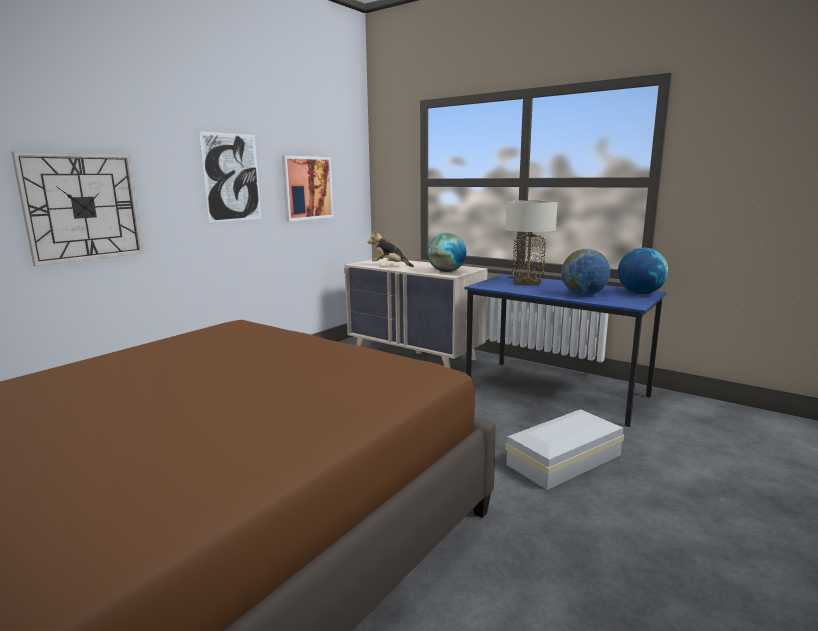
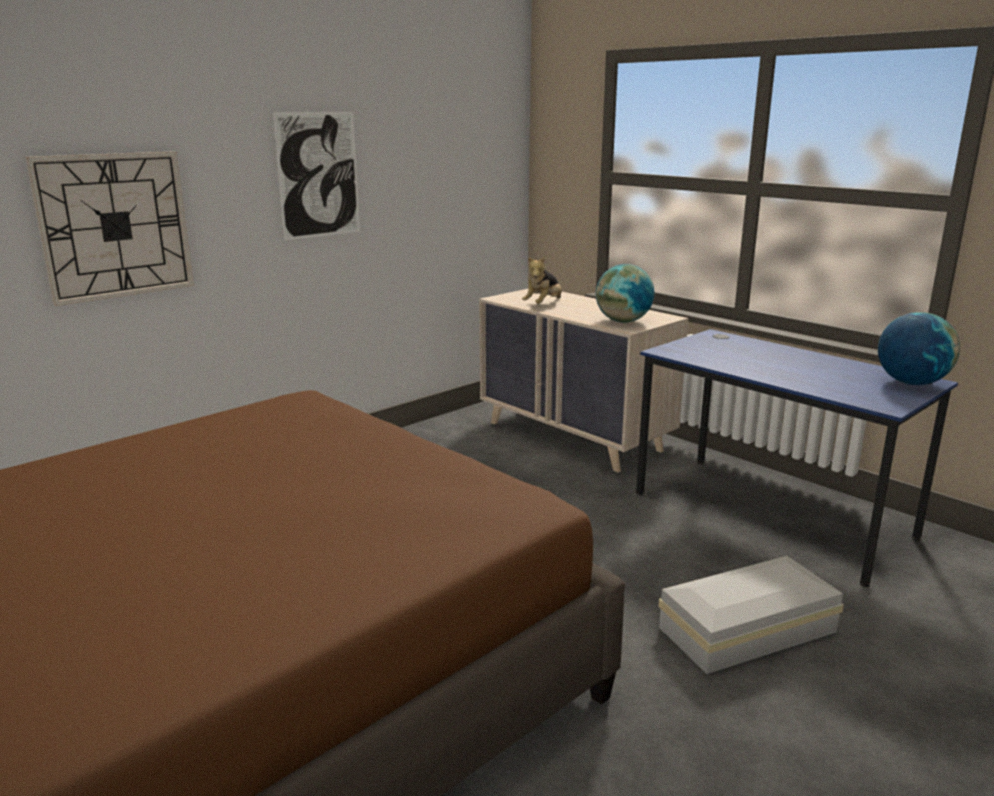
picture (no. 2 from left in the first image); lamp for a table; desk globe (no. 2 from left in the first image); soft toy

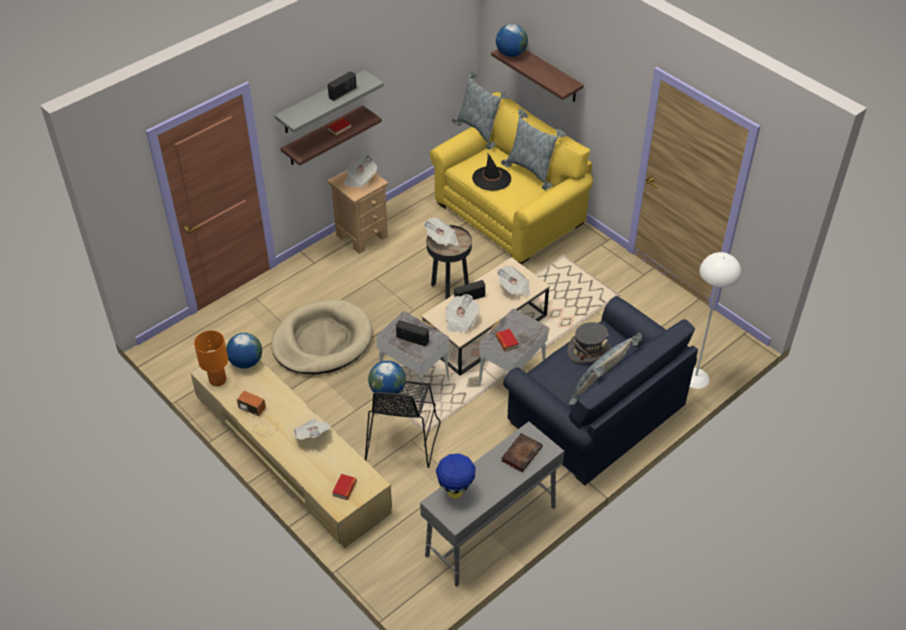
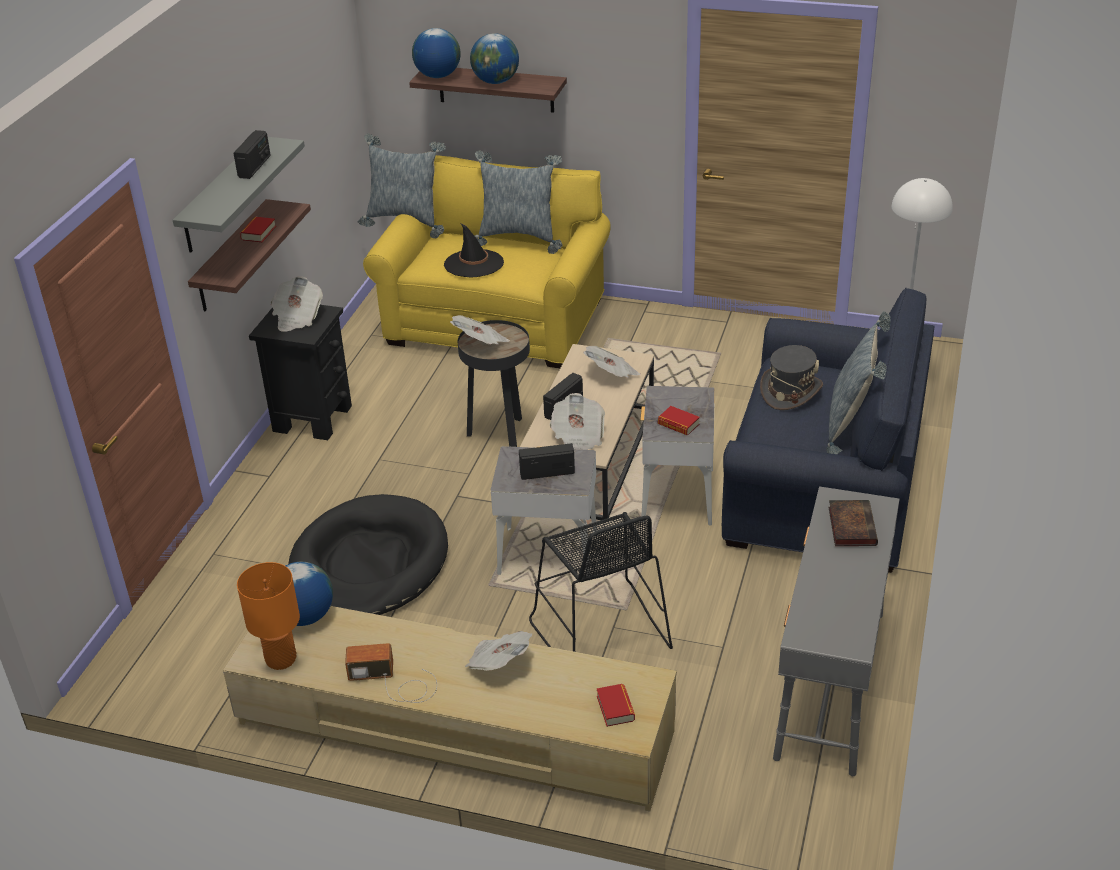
bluish lamp for a table; desk globe (no. 3 from left); black dog cushion; black bedside table

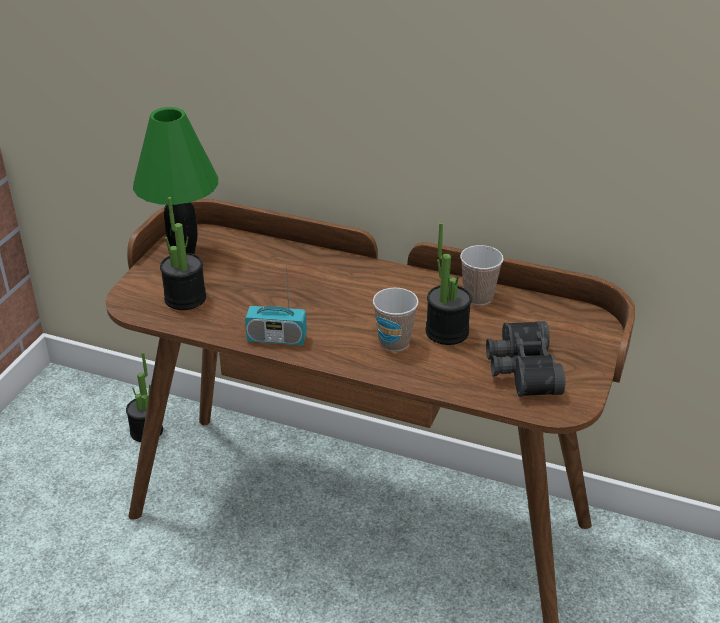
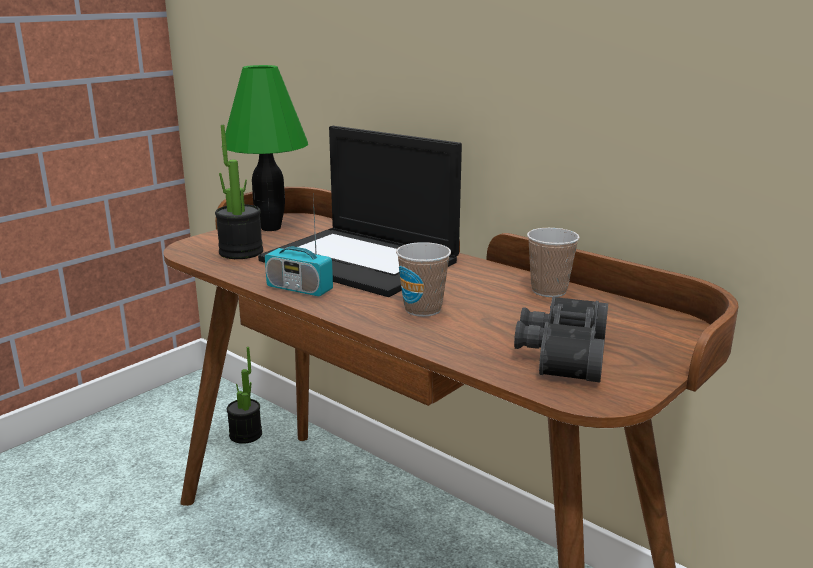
plant in a pot (no. 3 from left in the first image); laptop

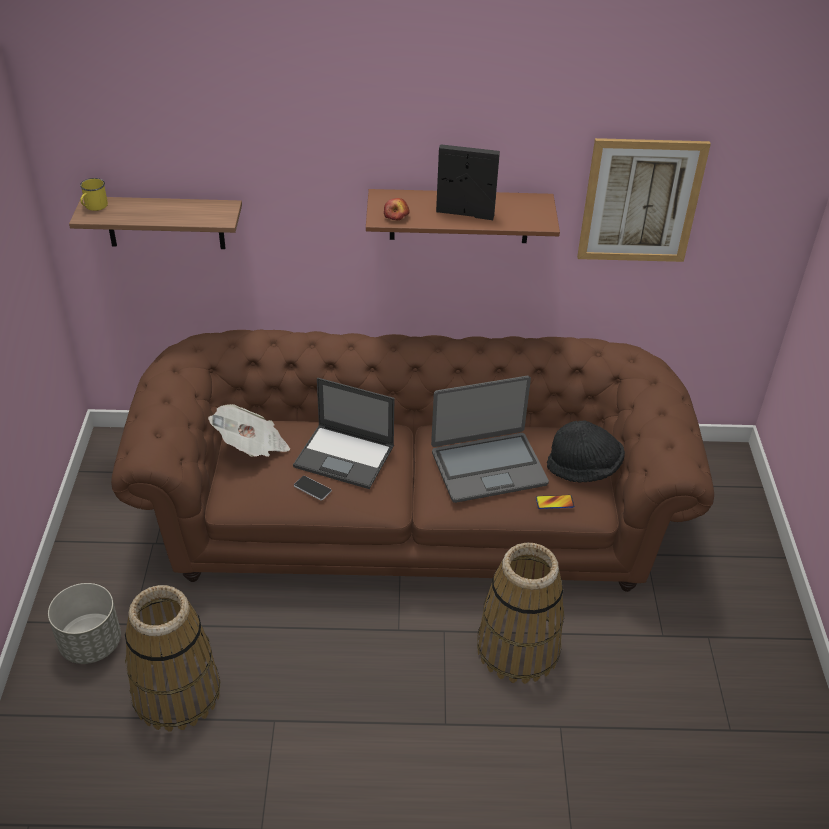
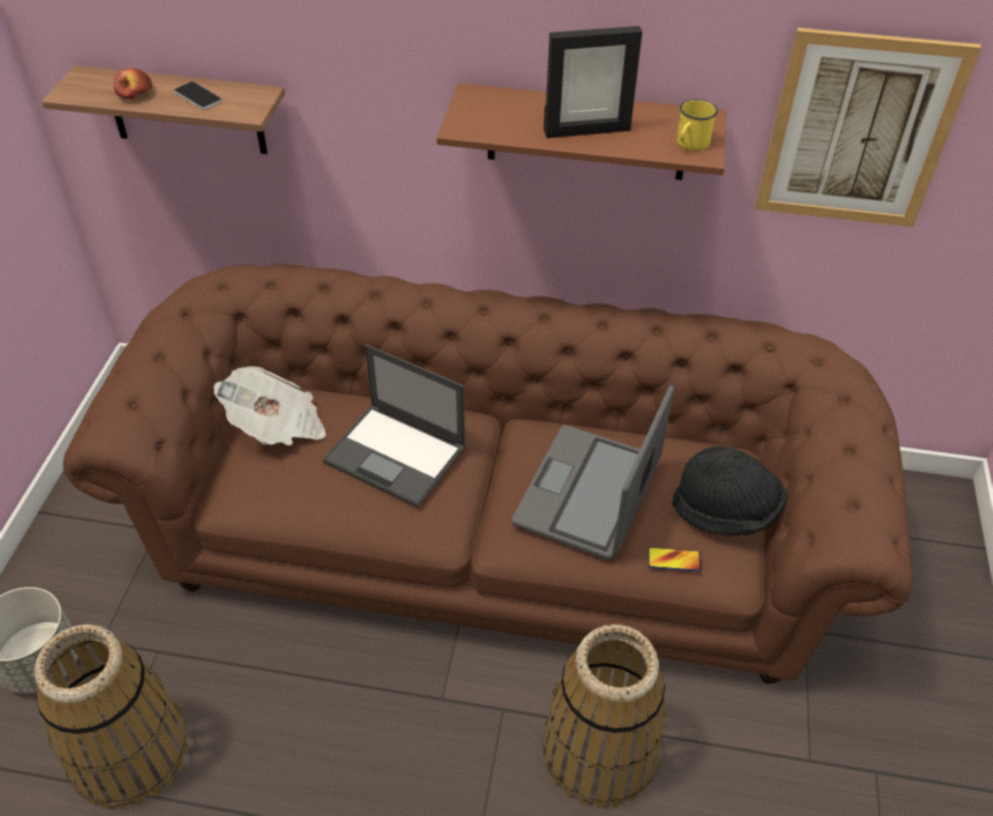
yellowish coffee mug; phone (no. 1 from left); whole apple; laptop (no. 2 from left); standing frame

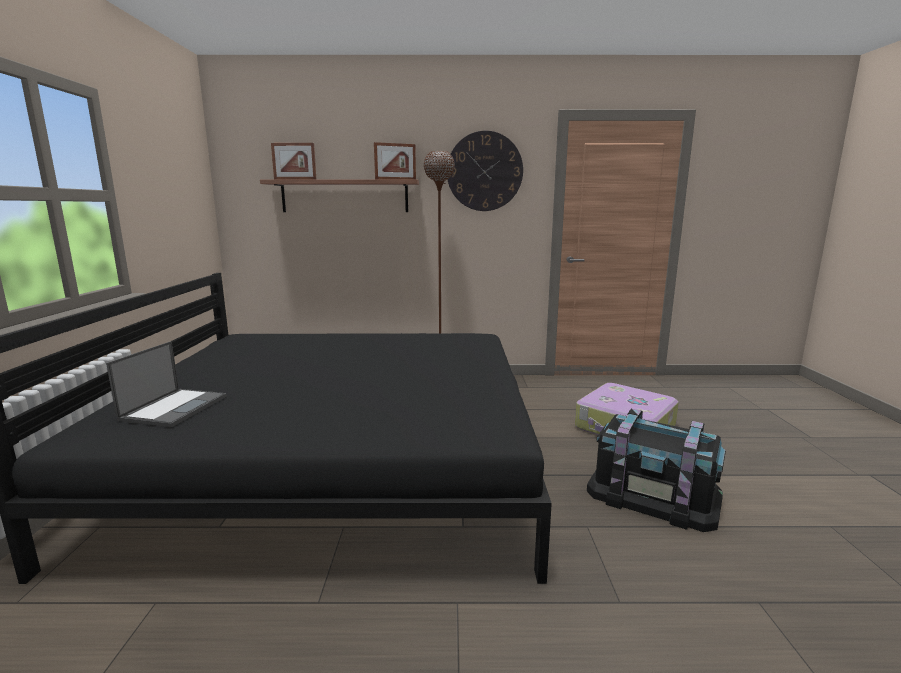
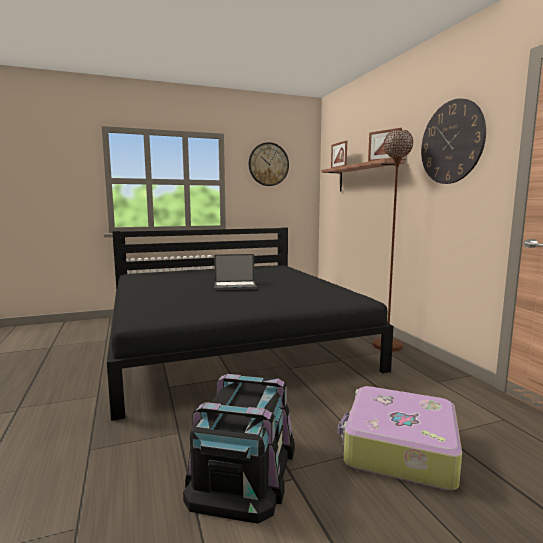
clock on the wall (no. 1 from left); laptop

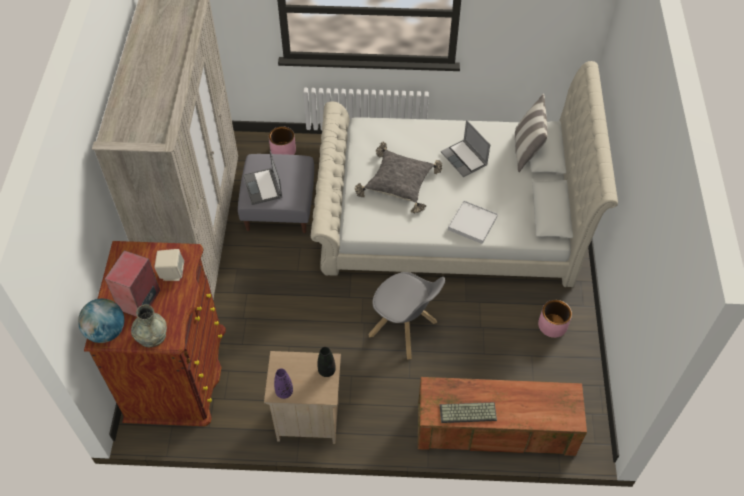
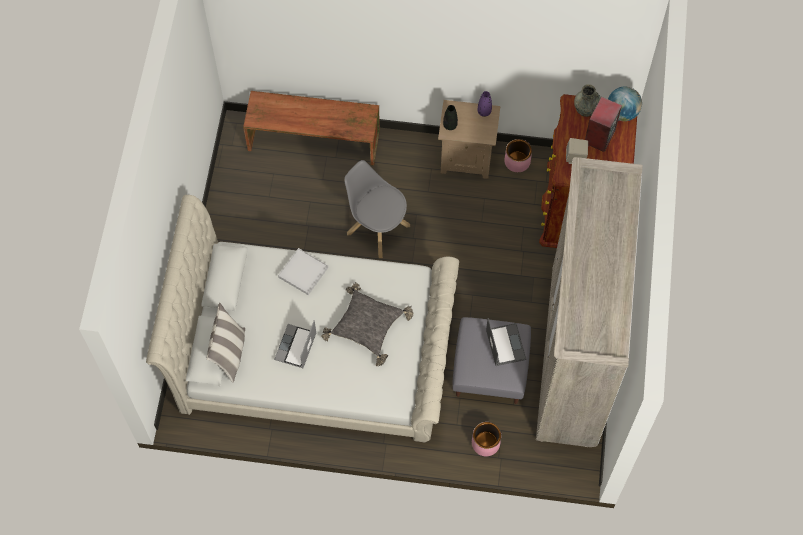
keyboard; pink-coloured plant pot (no. 2 from left); laptop (no. 1 from left)

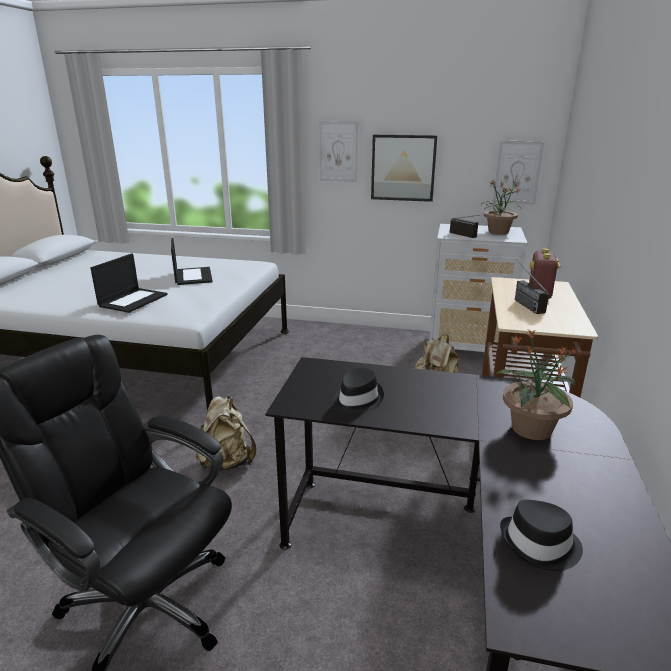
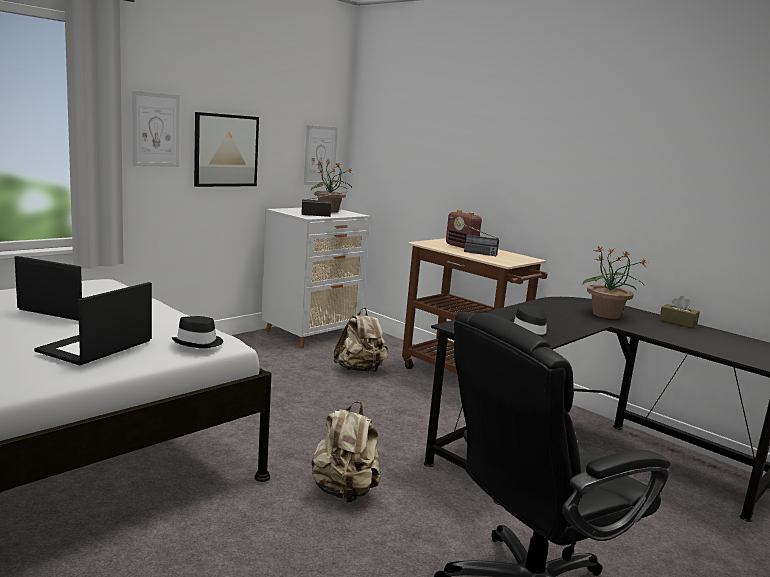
brown-coloured tissue box; black hat (no. 1 from left); laptop (no. 2 from left)

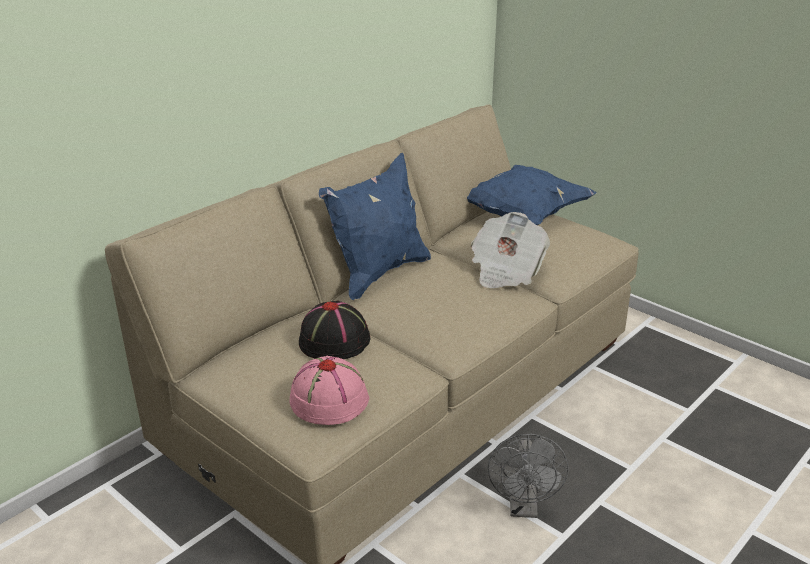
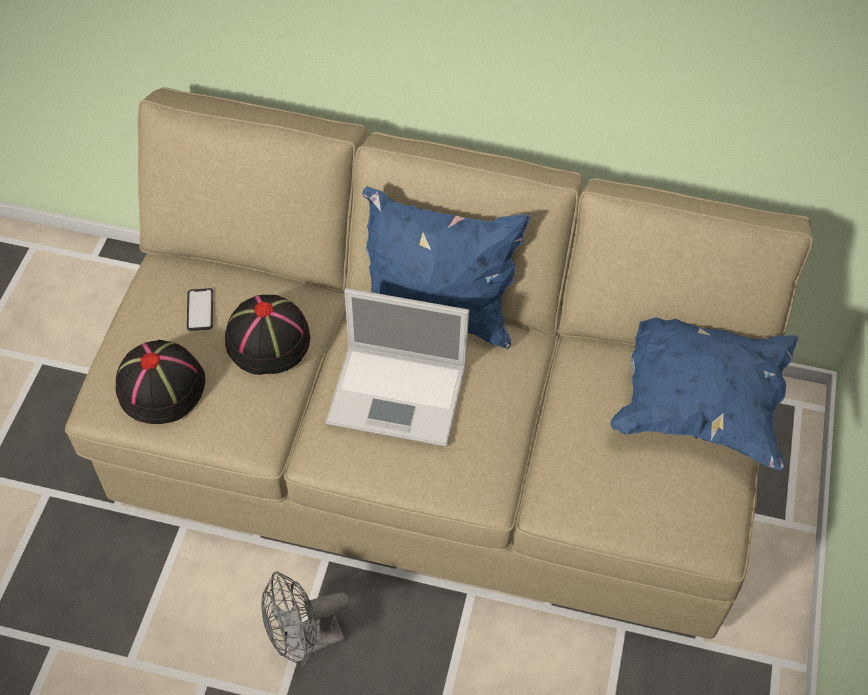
daily paper; phone; laptop; black hat (no. 1 from left)

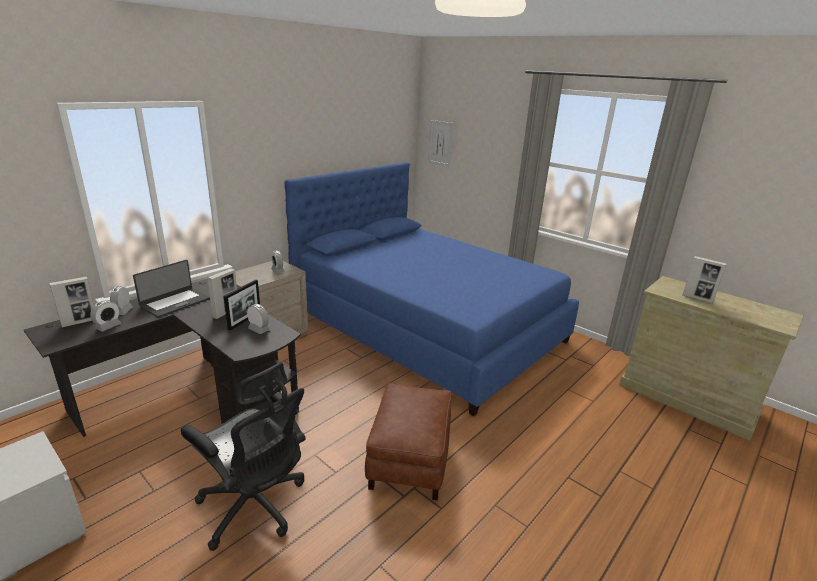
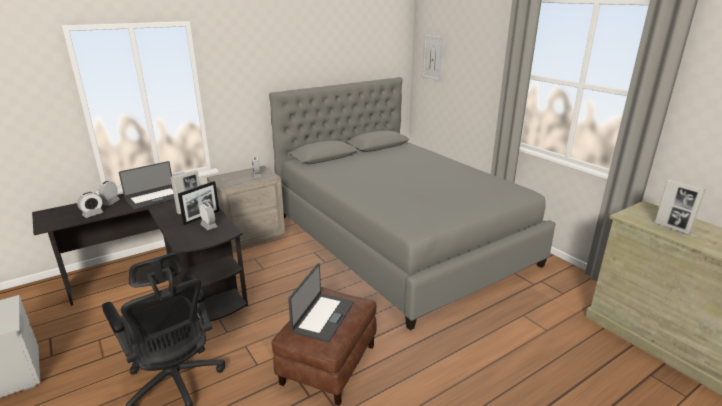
standing frame (no. 1 from left in the first image); laptop (no. 2 from left); gray bed

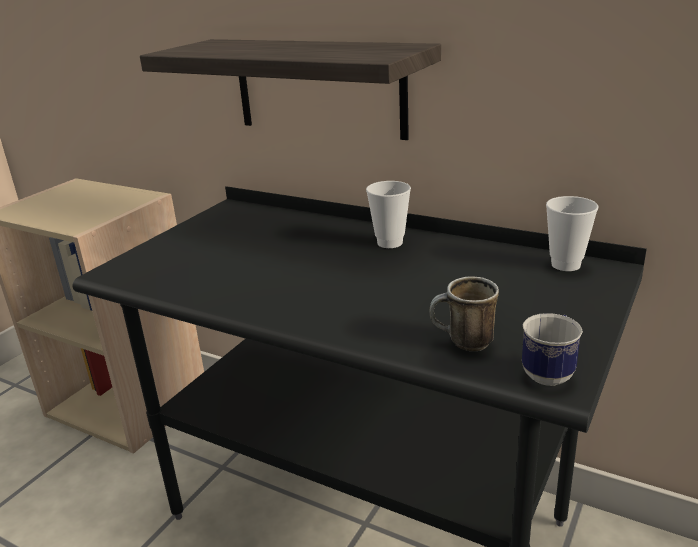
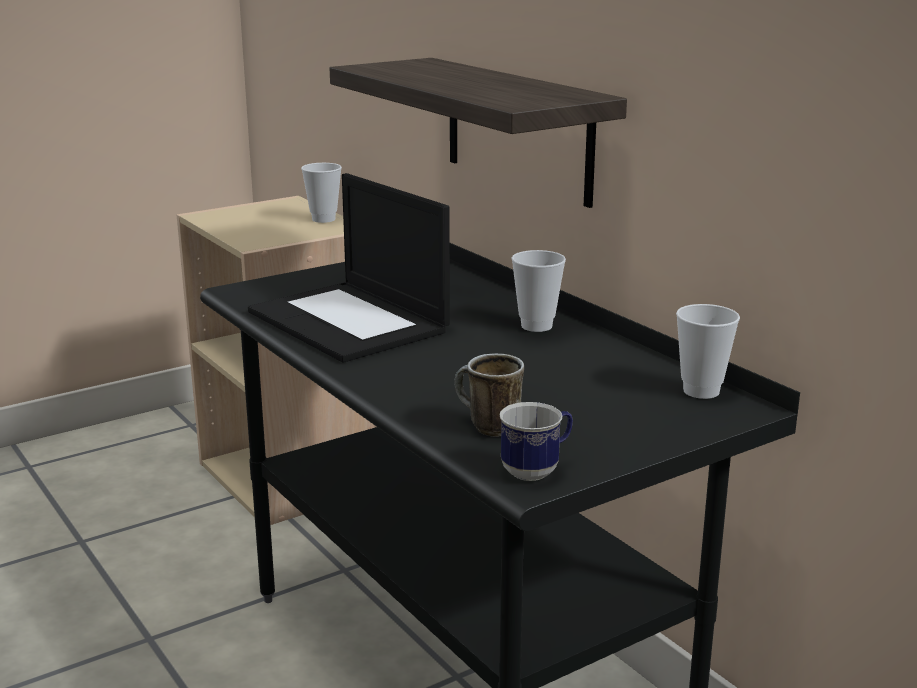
laptop; small cup (no. 1 from left)

